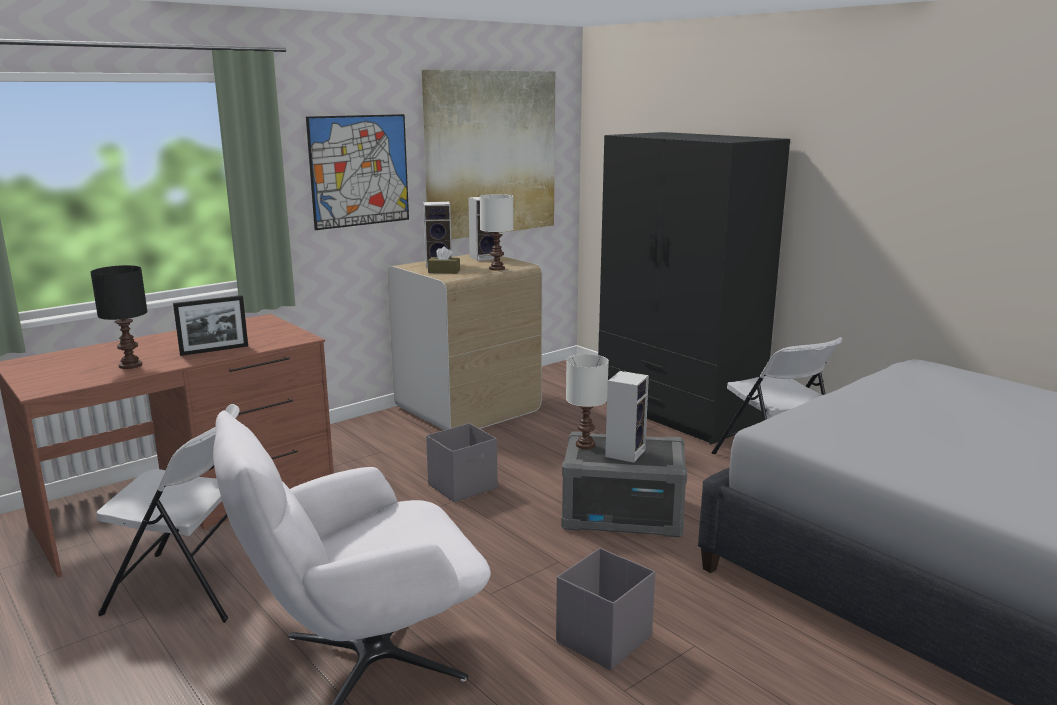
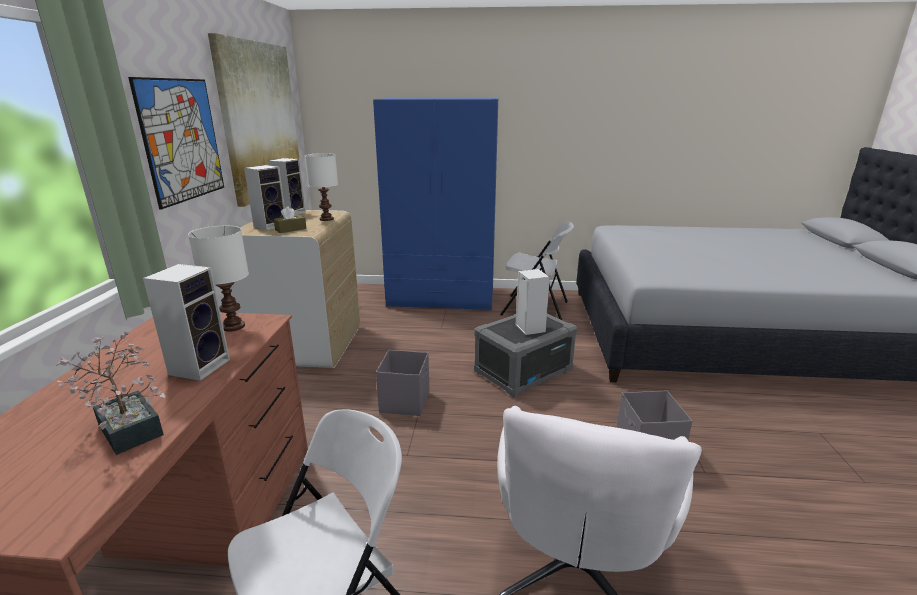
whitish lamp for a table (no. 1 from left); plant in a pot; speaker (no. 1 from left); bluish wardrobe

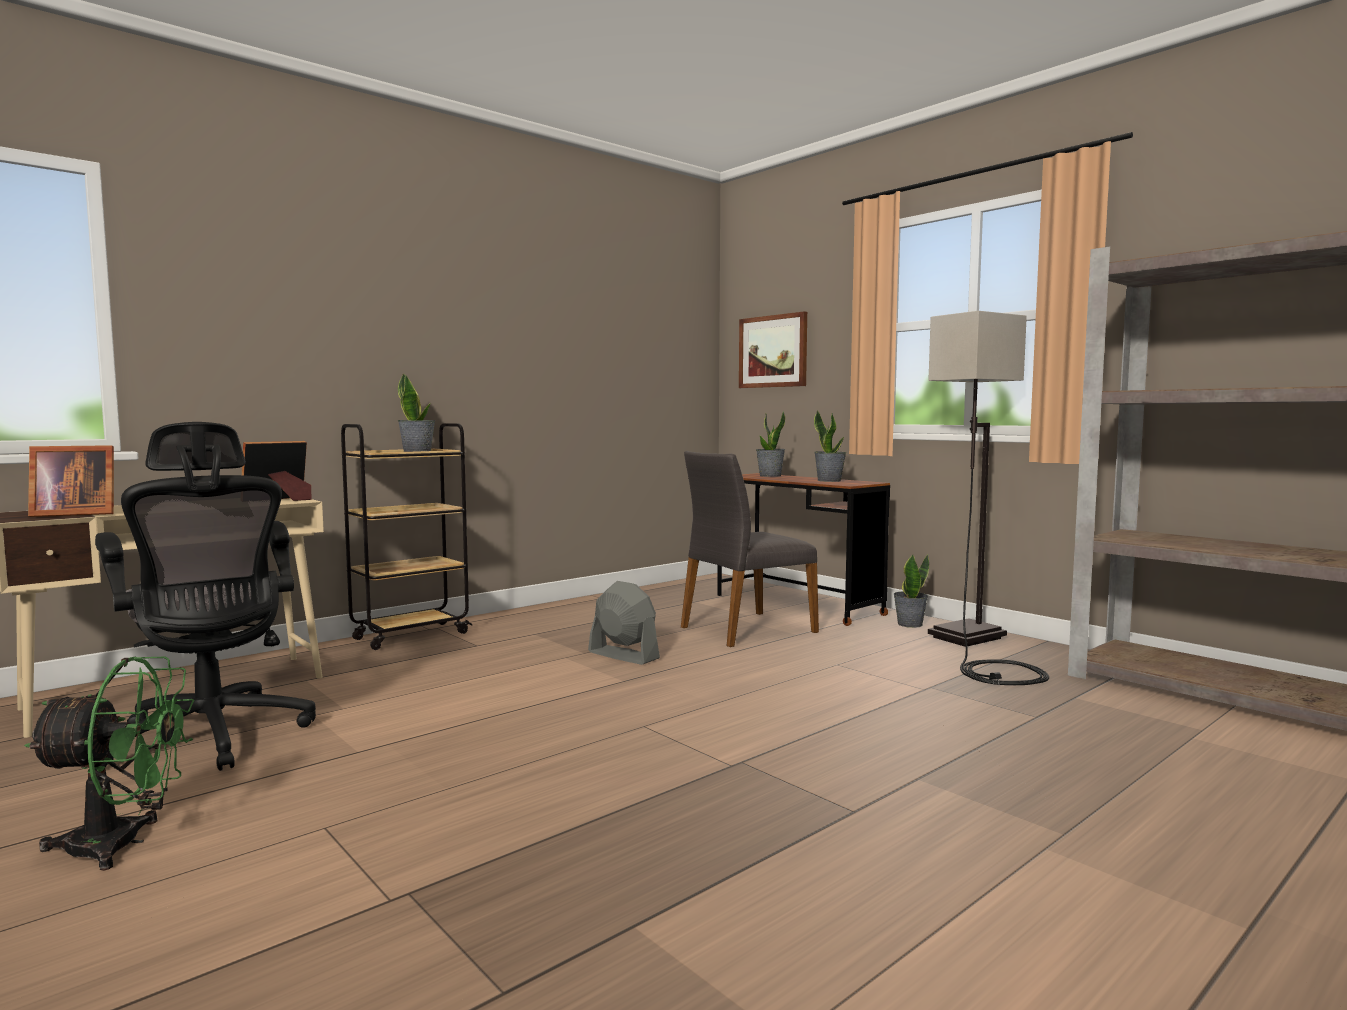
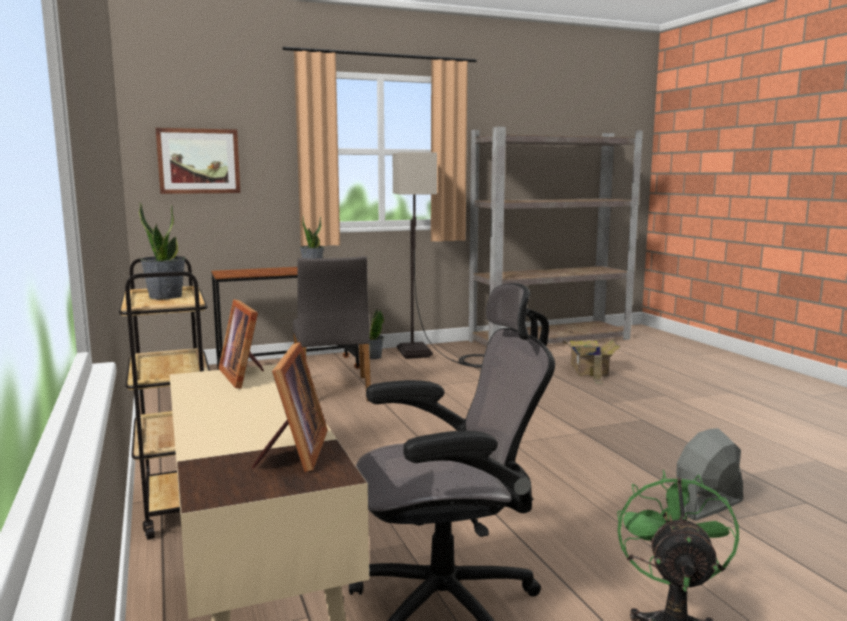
plant in a pot (no. 2 from left in the first image); carton; gray electric fan

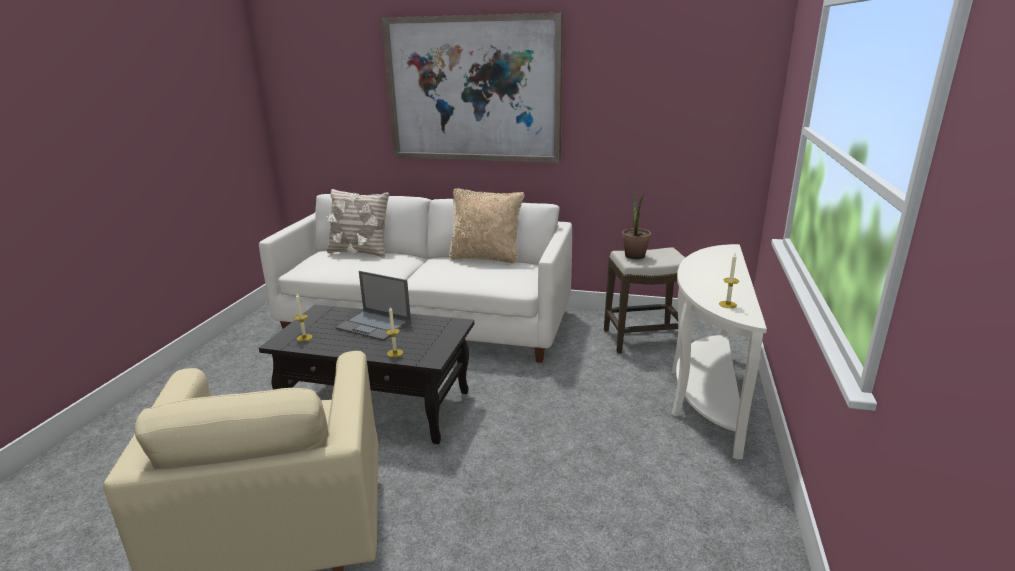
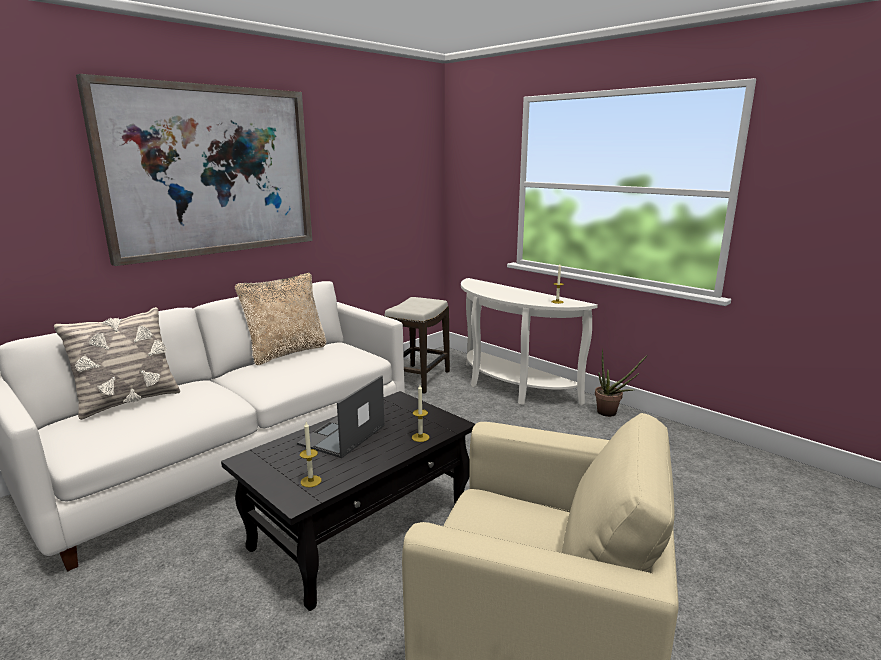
plant in a pot; laptop

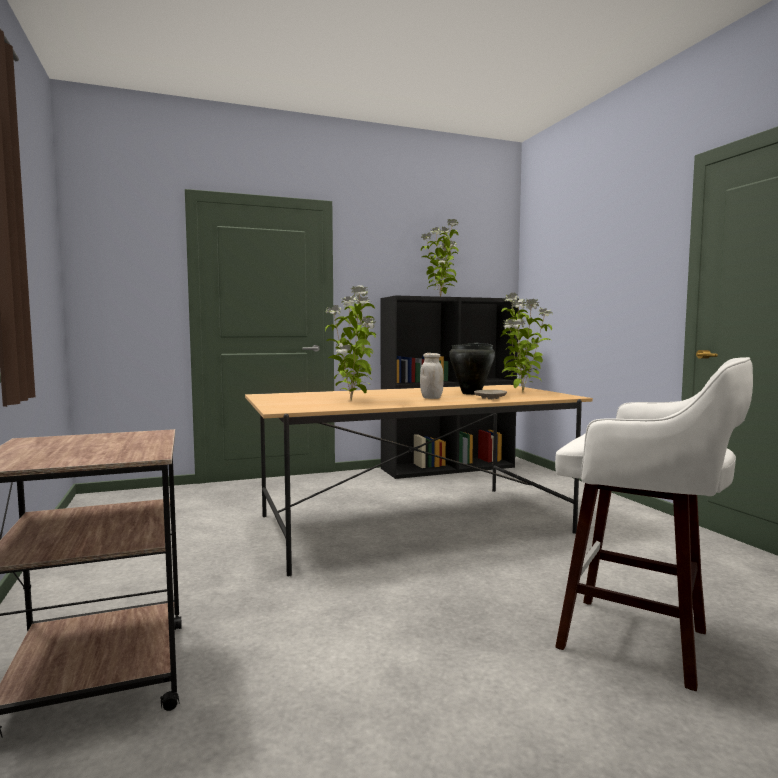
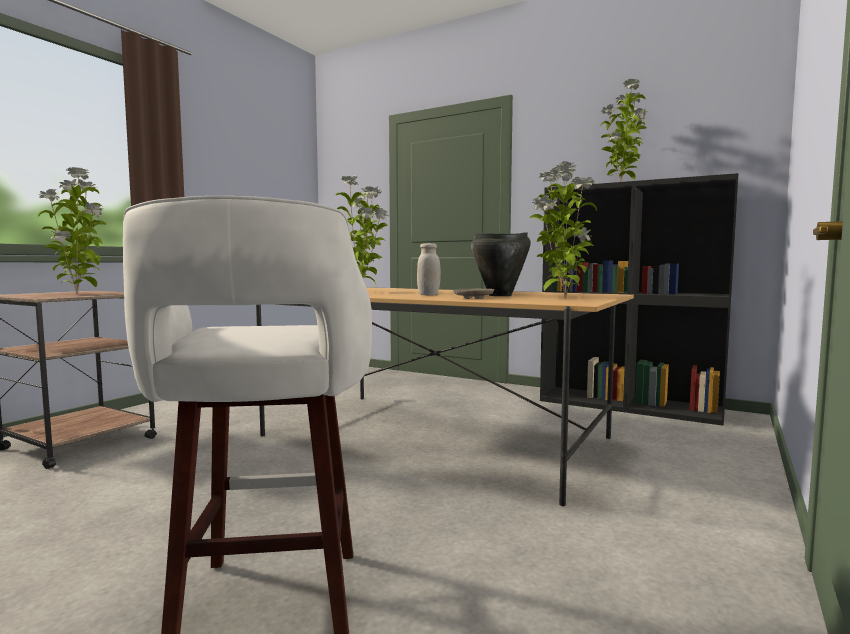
plant in a pot (no. 1 from left)

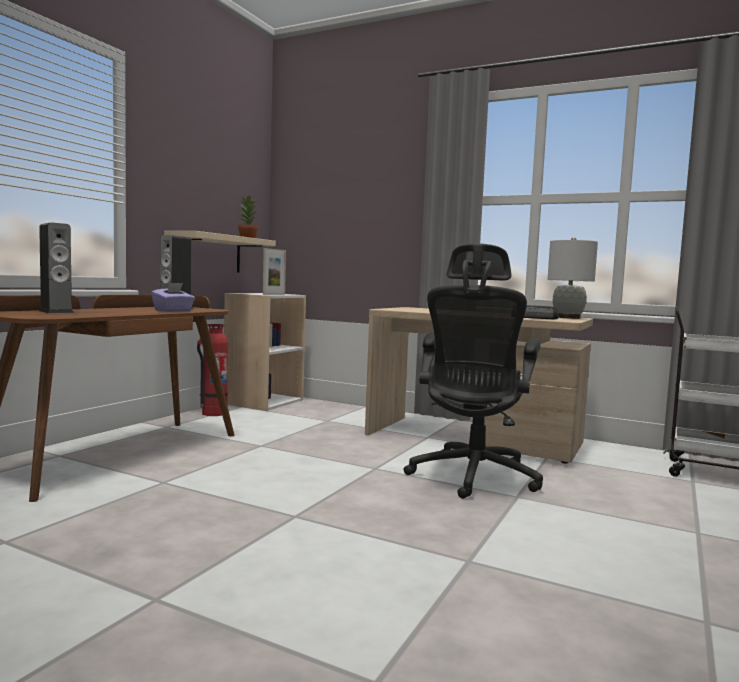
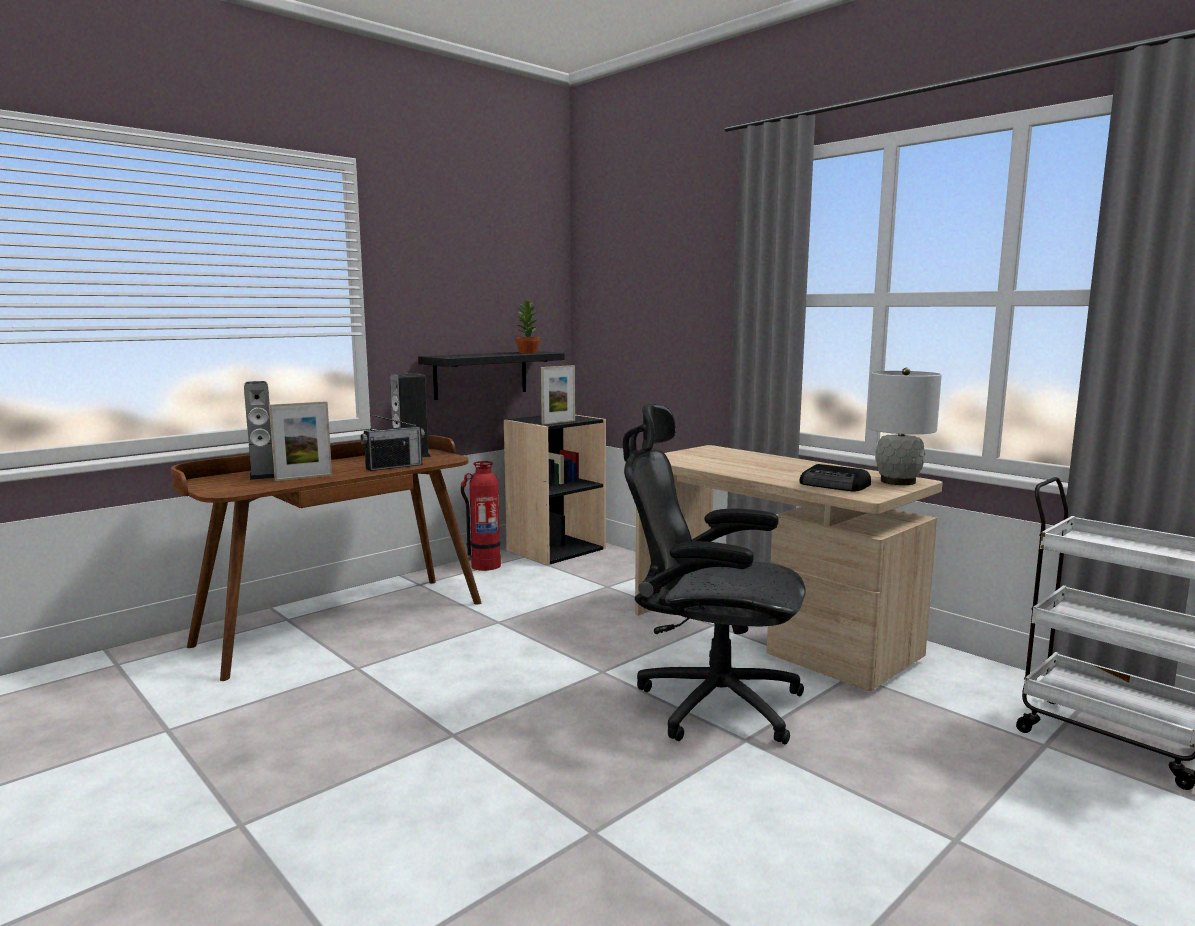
standing frame (no. 1 from left); radio (no. 1 from left); black shelf; black shelving unit; office chair

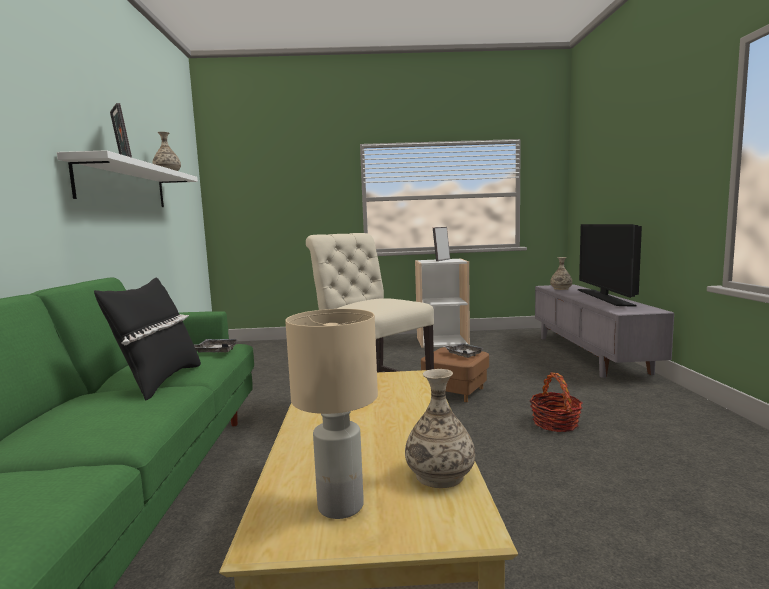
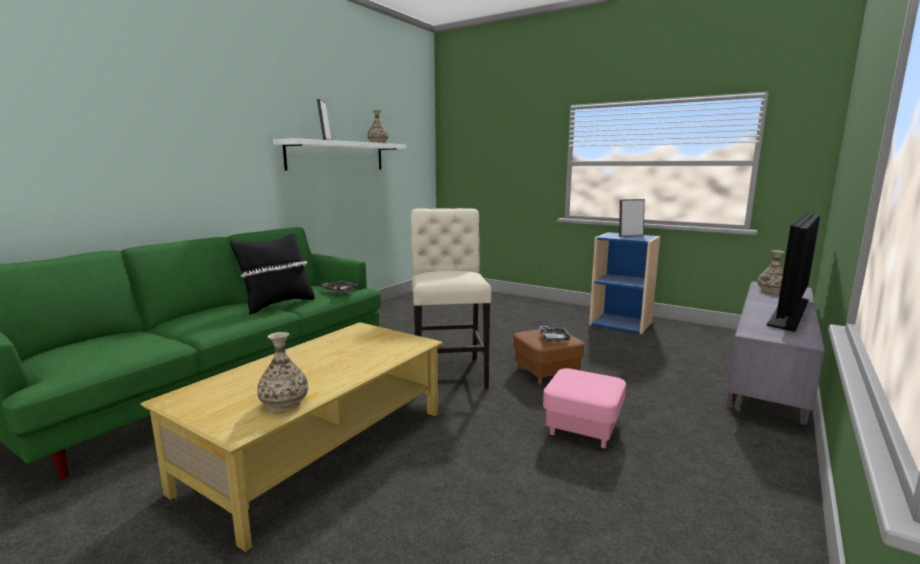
beige-coloured lamp for a table; pink-coloured ottoman; bluish shelving unit

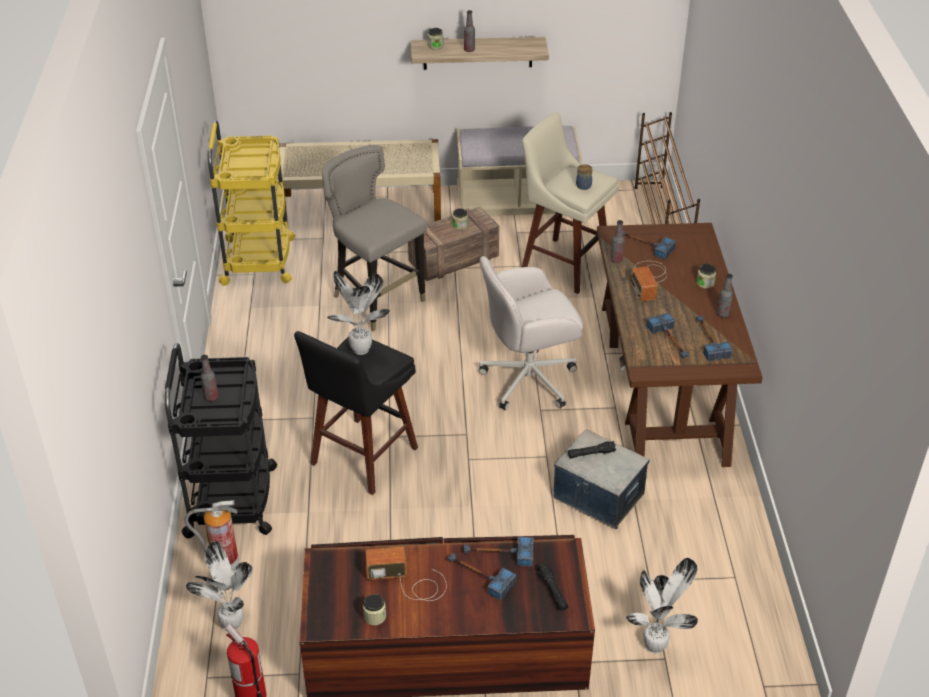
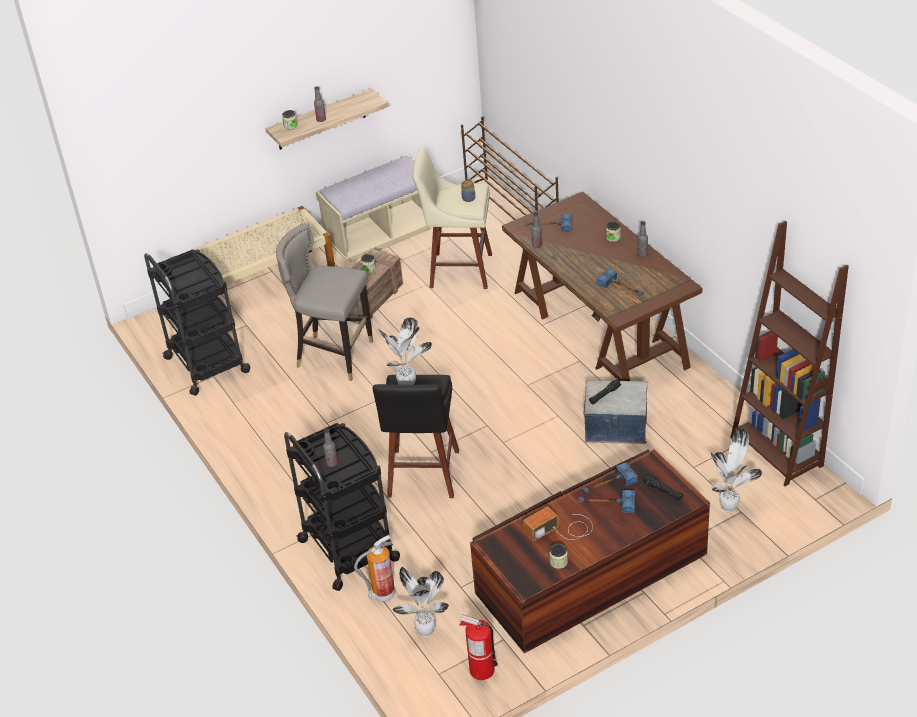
whitish office chair; radio (no. 2 from left in the first image); hammer (no. 5 from left in the first image); brown-coloured shelving unit; black wheeled cart (no. 1 from left)

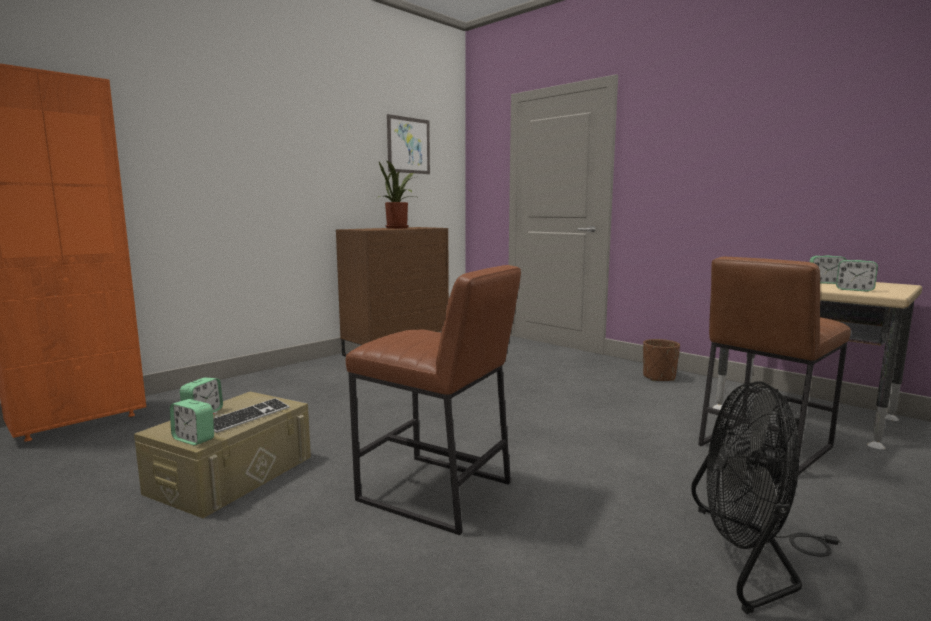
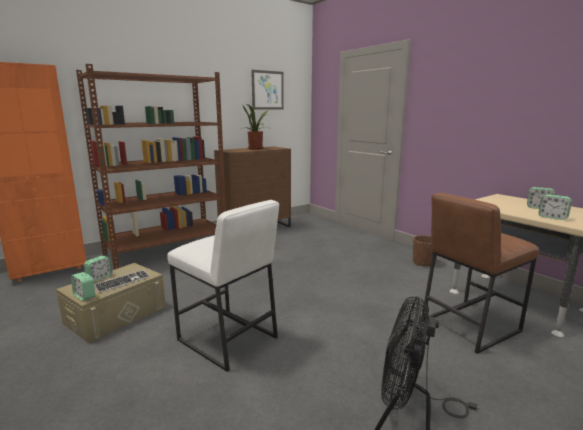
brown-coloured shelving unit; whitish plain chair

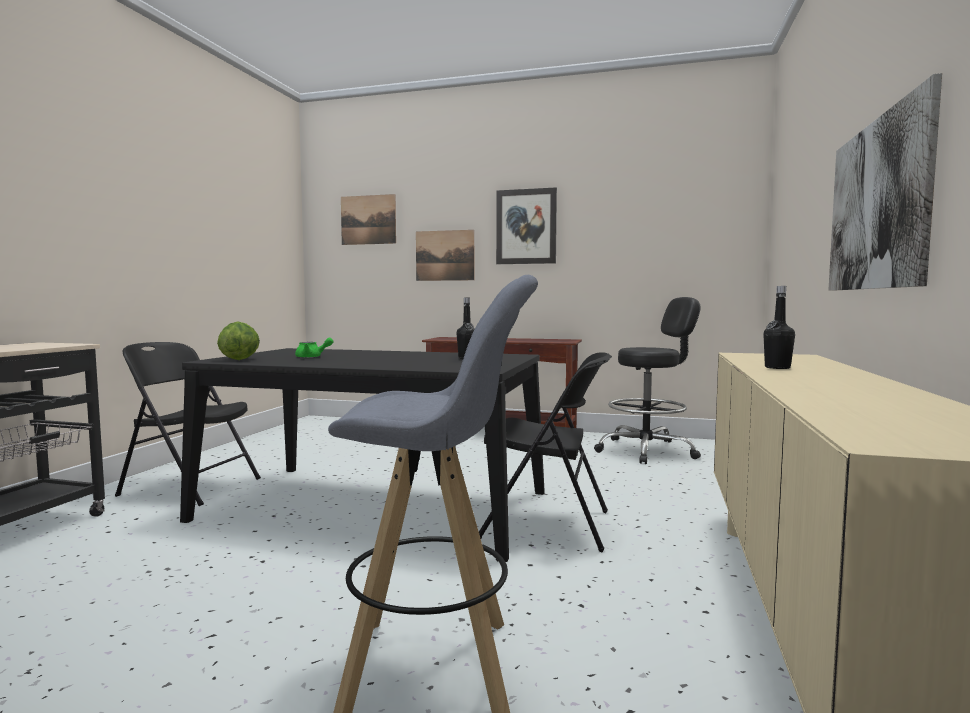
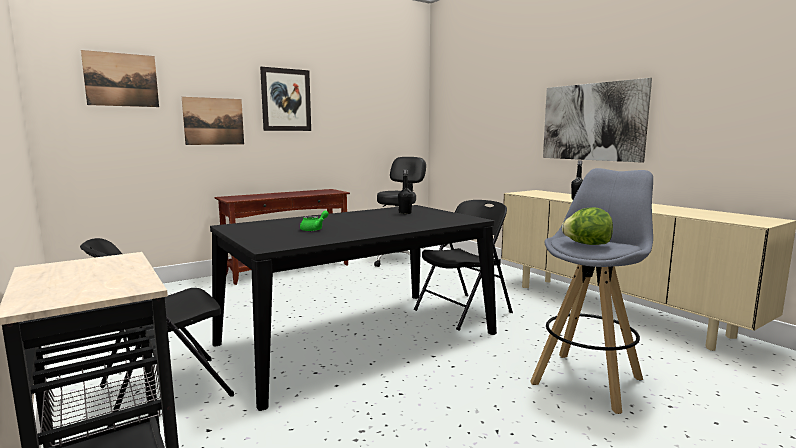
lettuce

